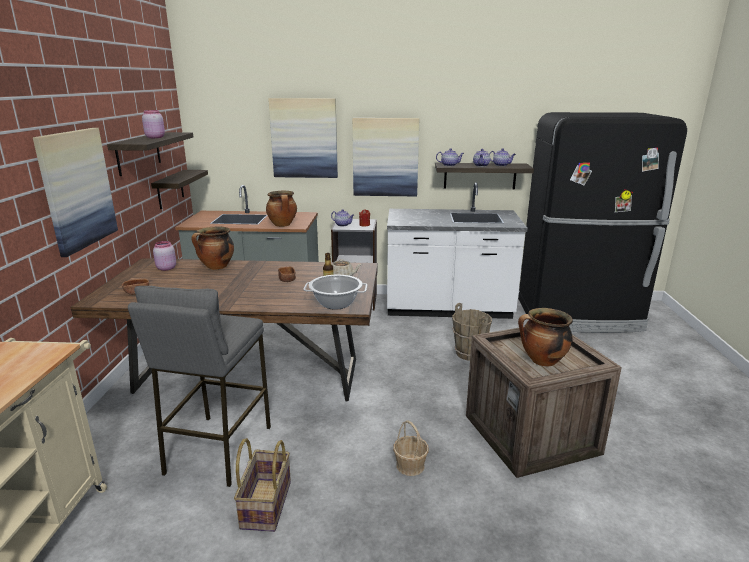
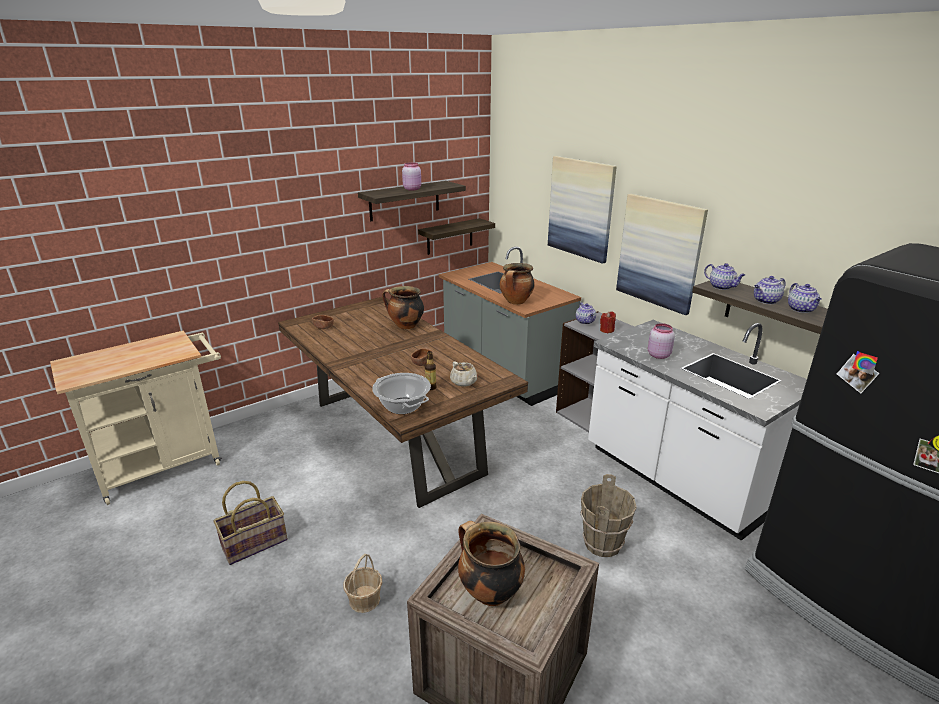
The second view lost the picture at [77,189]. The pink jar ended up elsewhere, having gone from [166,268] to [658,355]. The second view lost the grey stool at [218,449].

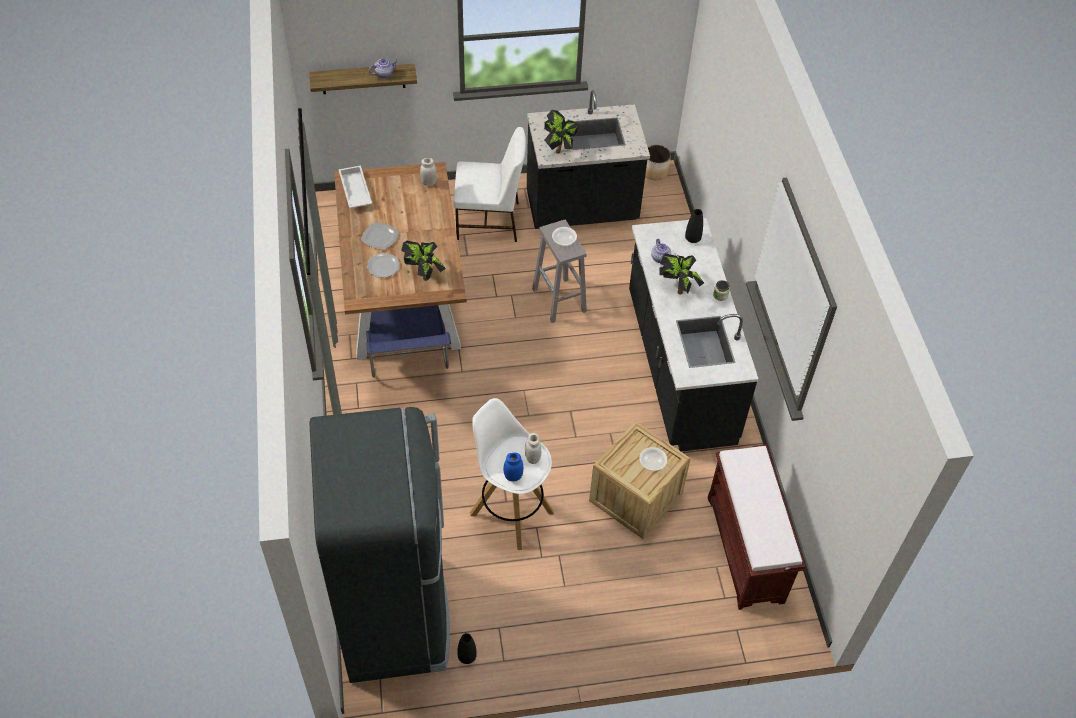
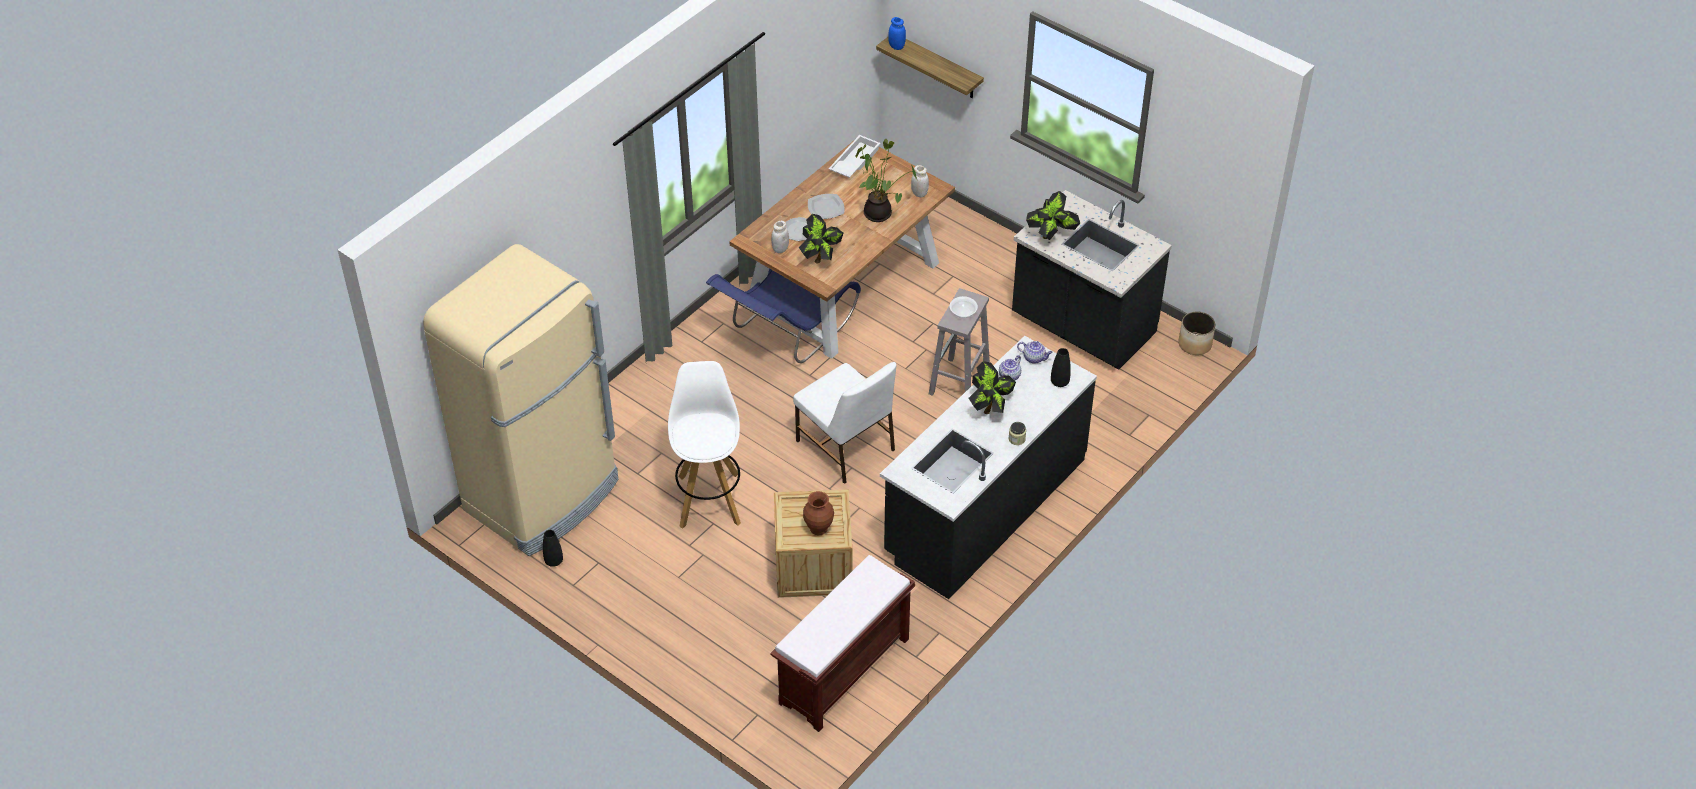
The teapot ended up elsewhere, having gone from [384,74] to [1034,358]. The white chair ended up elsewhere, having gone from [489,221] to [846,447]. What was the black fridge at [395,616] turned into the beige fridge at [543,496]. The white jar ended up elsewhere, having gone from [532,458] to [780,249]. Where the bowl stood at [652,463], the brown vase came to stand at [819,528]. The blue jar ended up elsewhere, having gone from [513,476] to [896,46]. The second view gained the potted plant at [880,213].

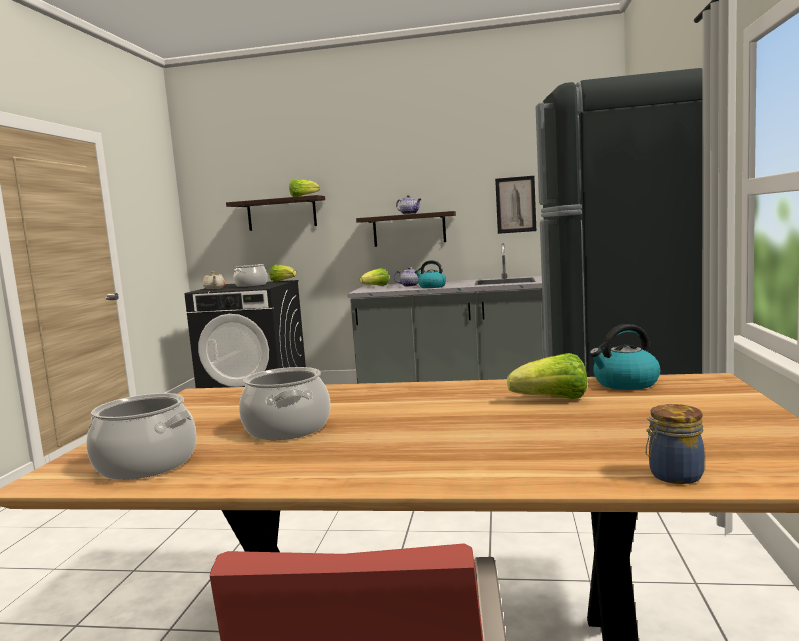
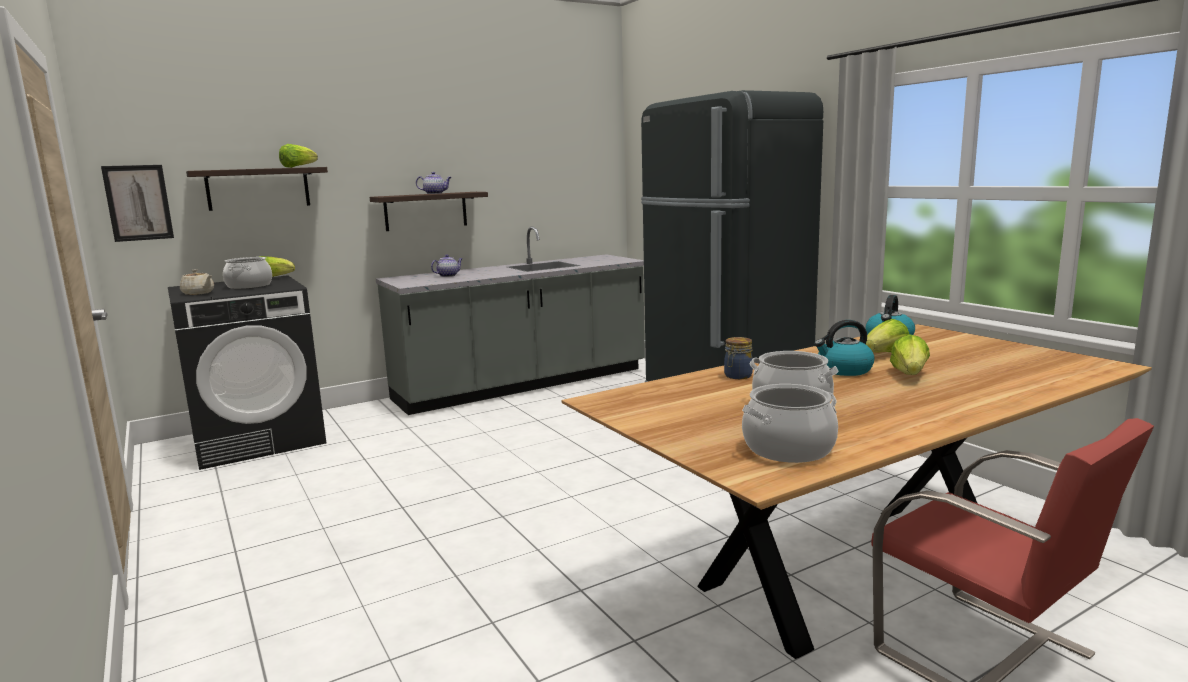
The picture ended up elsewhere, having gone from [515,204] to [138,203]. The kettle ended up elsewhere, having gone from [431,287] to [844,370]. The lettuce ended up elsewhere, having gone from [376,286] to [909,375]. The jar ended up elsewhere, having gone from [673,476] to [737,376].

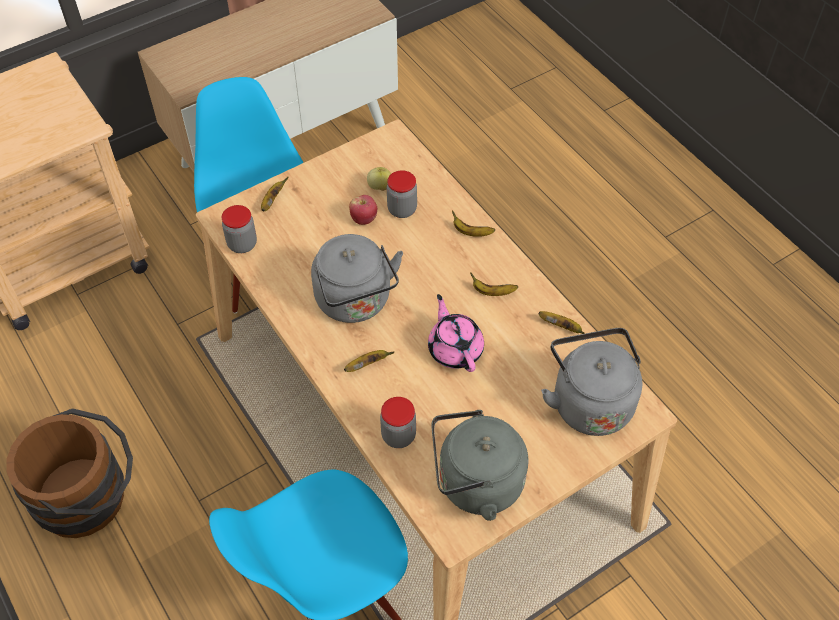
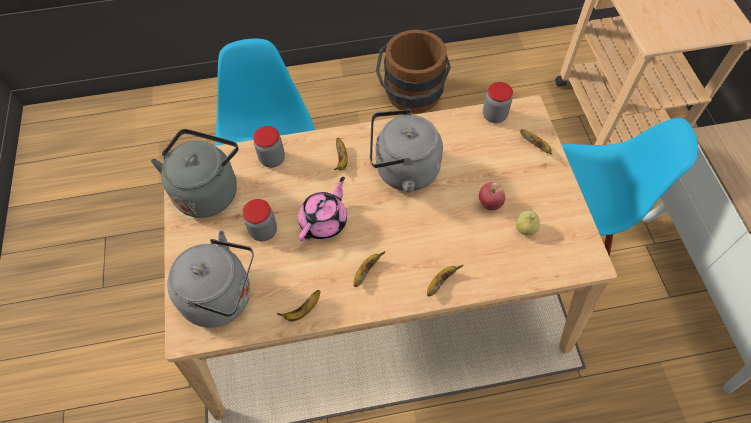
The jar ended up elsewhere, having gone from [402,209] to [263,231]. The pink teapot at [455,348] ended up facing another way, 60 degrees counterclockwise from before.

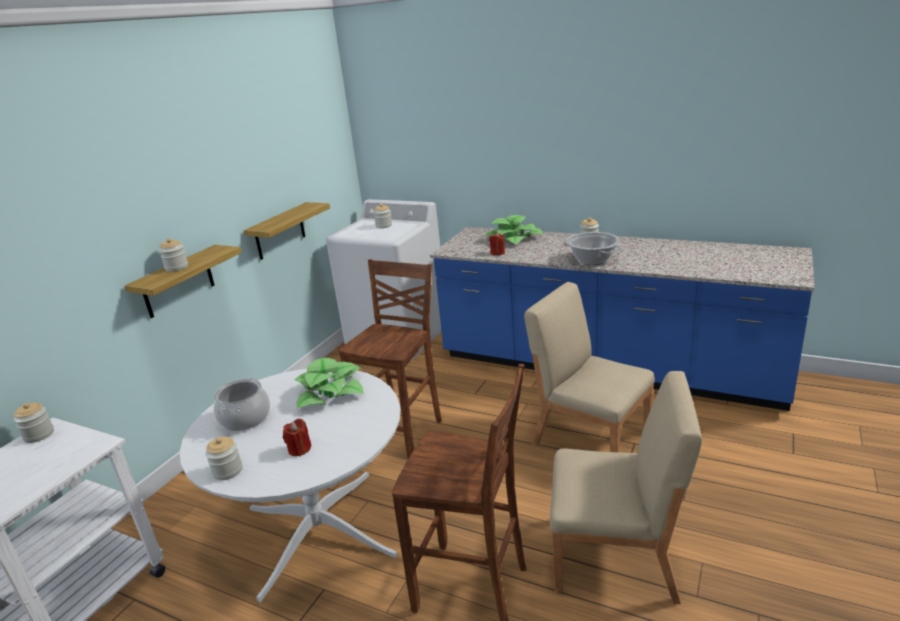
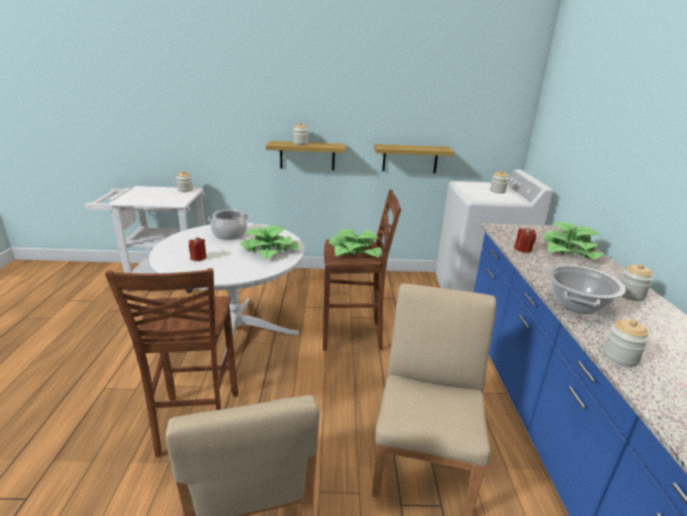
The jar ended up elsewhere, having gone from [227,471] to [620,357]. The second view gained the potted plant at [354,251].

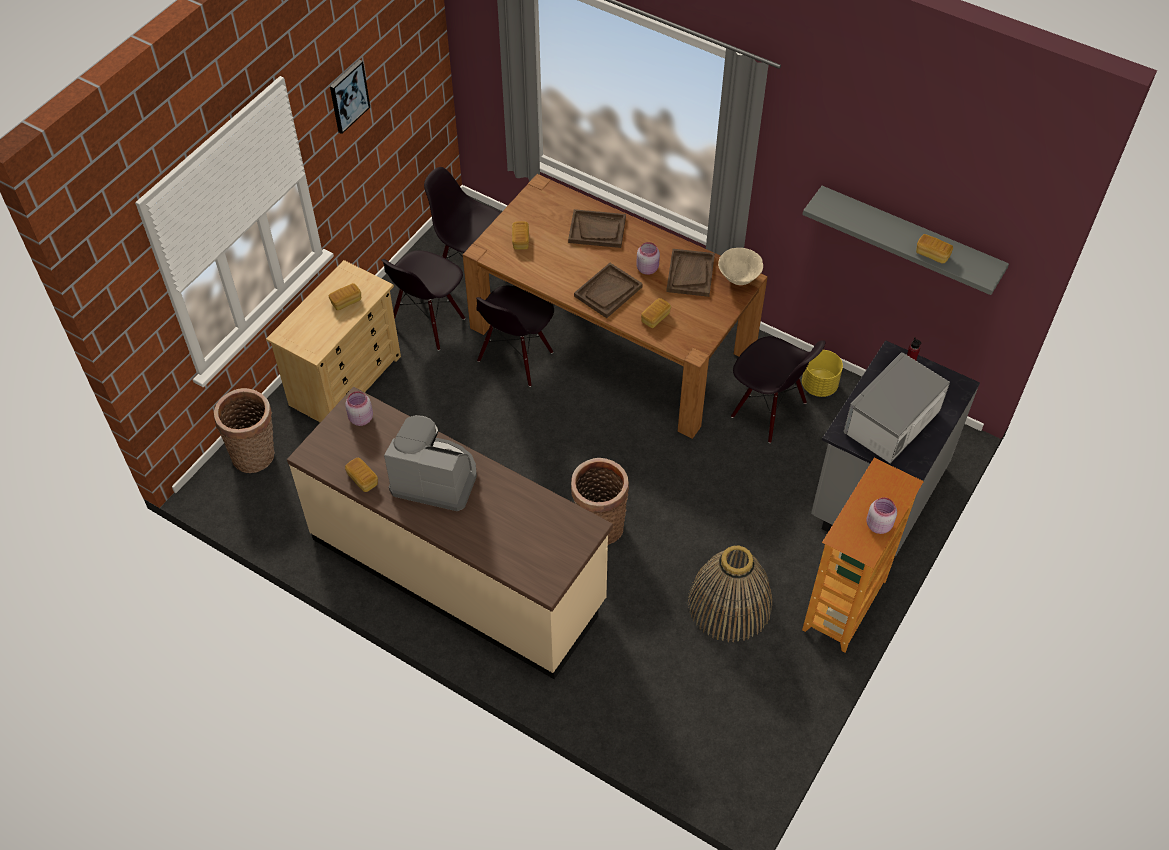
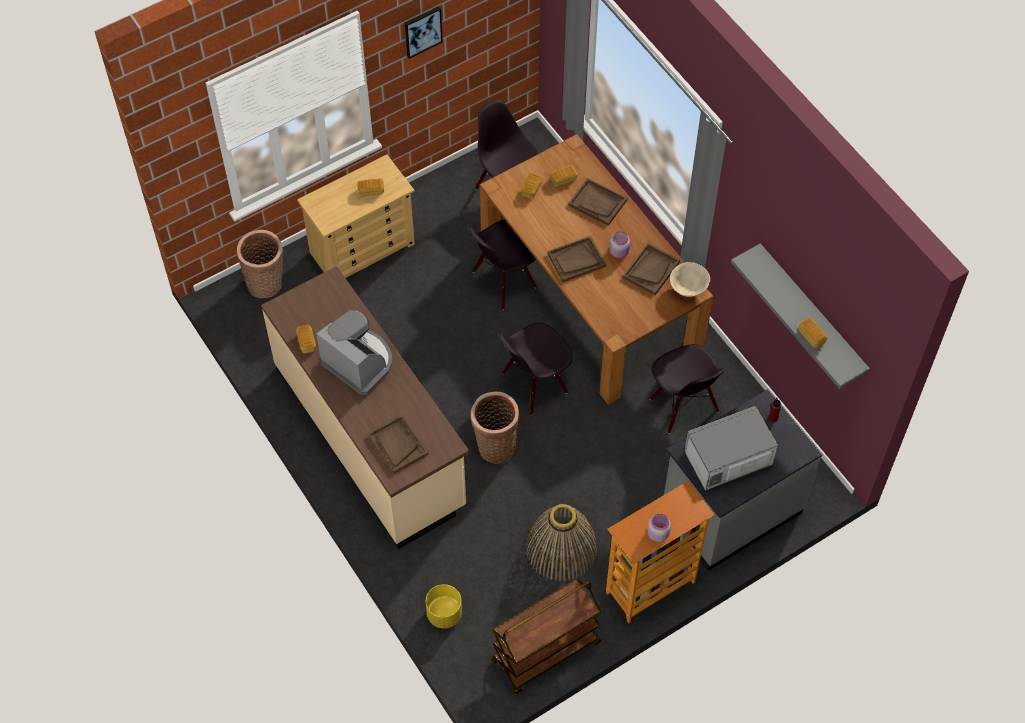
The black chair ended up elsewhere, having gone from [428,322] to [534,384]. The bread ended up elsewhere, having gone from [655,318] to [563,179]. The yellow planter ended up elsewhere, having gone from [819,385] to [444,614]. The second view lost the pink jar at [360,418]. The second view gained the brown tray at [397,445]. The second view gained the brown cart at [546,653].

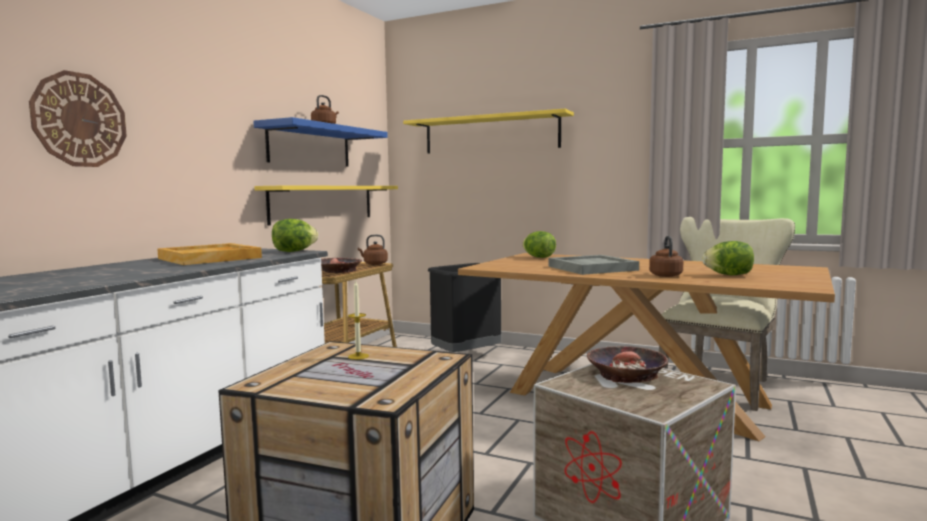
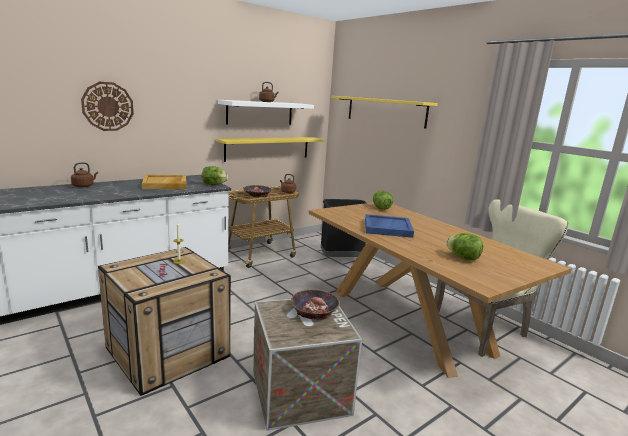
What was the blue shelf at [310,146] turned into the white shelf at [260,113]. The brown kettle ended up elsewhere, having gone from [665,275] to [84,186]. What was the grey tray at [591,268] turned into the blue tray at [387,228].

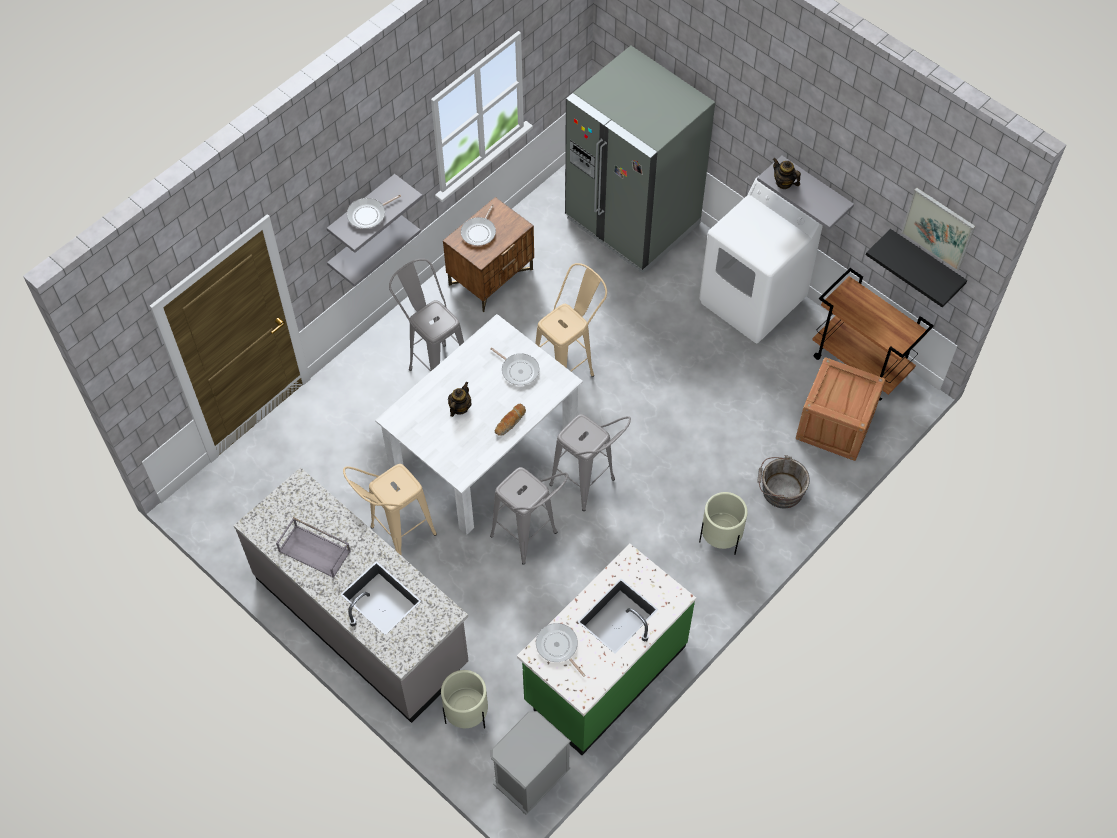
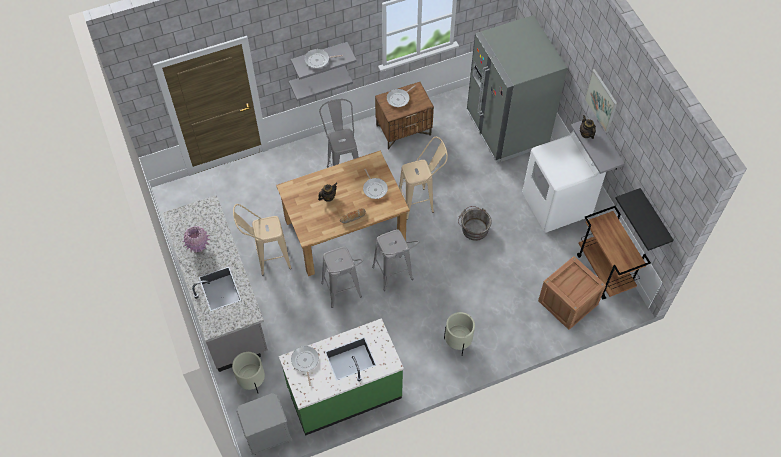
The picture ended up elsewhere, having gone from [938,228] to [601,100]. What was the white dining table at [483,451] turned into the brown dining table at [344,231]. The grey bucket ended up elsewhere, having gone from [779,490] to [473,228]. Where the grey tray stood at [315,551], the pink vase came to stand at [198,246].

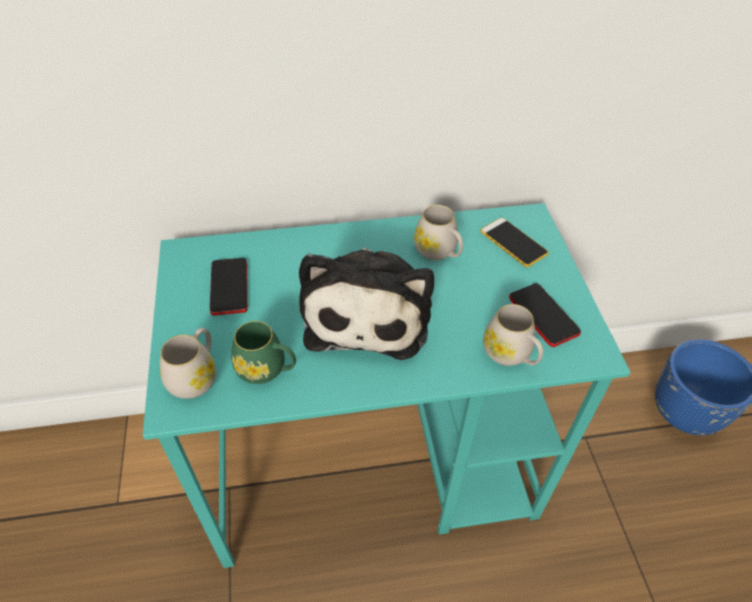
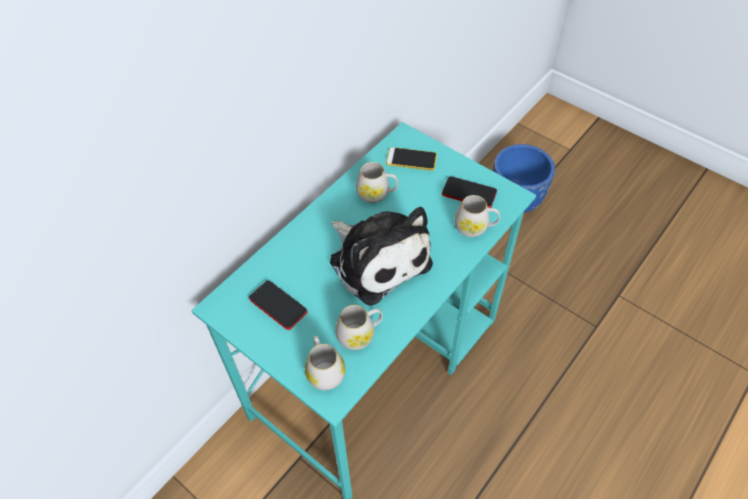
What was the green mug at [267,369] turned into the white mug at [360,334].

